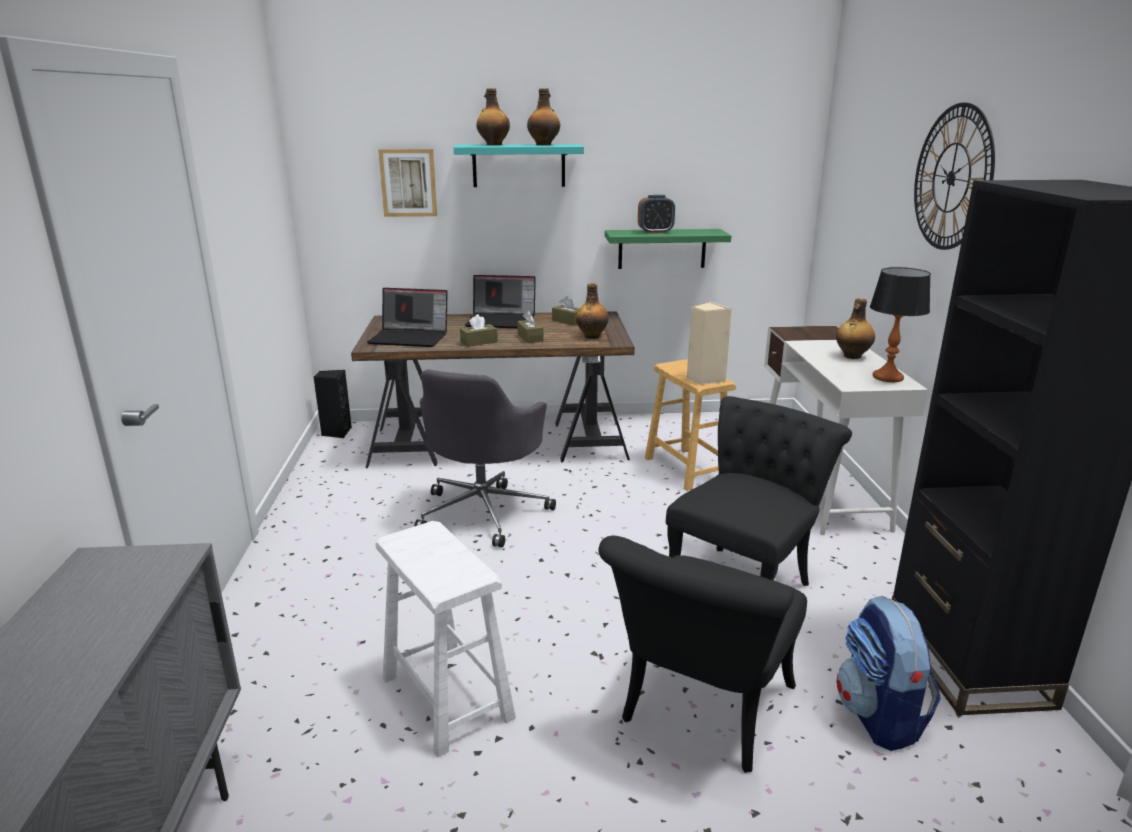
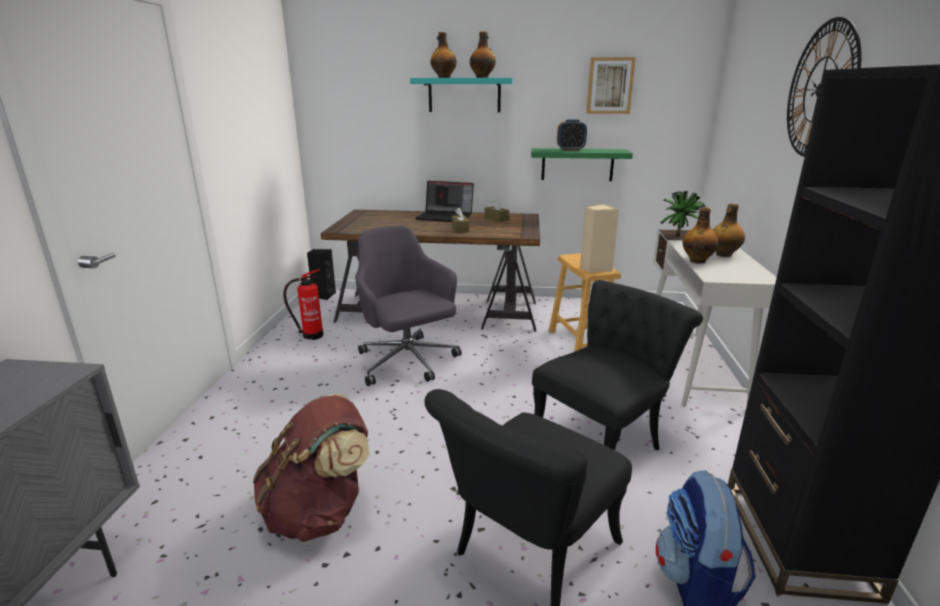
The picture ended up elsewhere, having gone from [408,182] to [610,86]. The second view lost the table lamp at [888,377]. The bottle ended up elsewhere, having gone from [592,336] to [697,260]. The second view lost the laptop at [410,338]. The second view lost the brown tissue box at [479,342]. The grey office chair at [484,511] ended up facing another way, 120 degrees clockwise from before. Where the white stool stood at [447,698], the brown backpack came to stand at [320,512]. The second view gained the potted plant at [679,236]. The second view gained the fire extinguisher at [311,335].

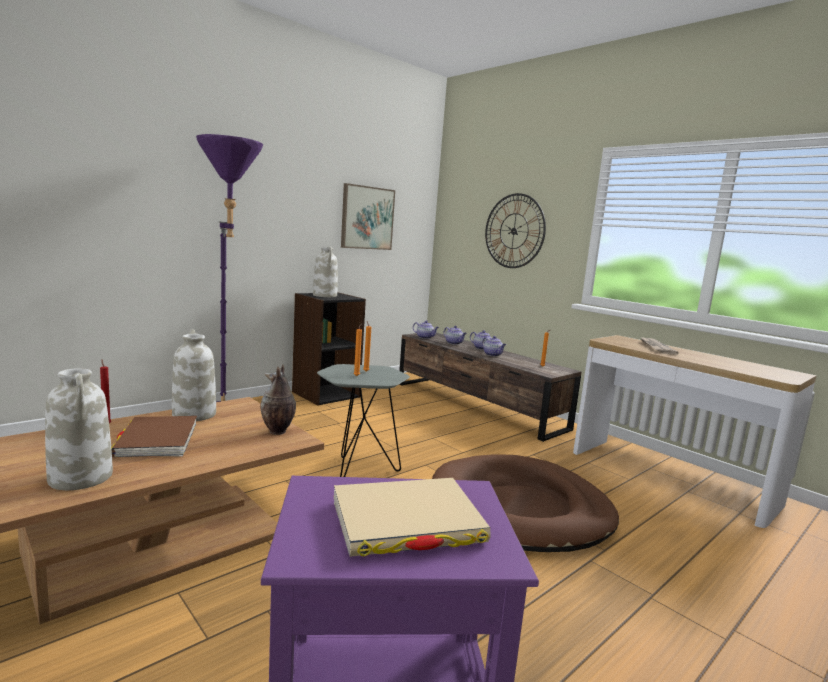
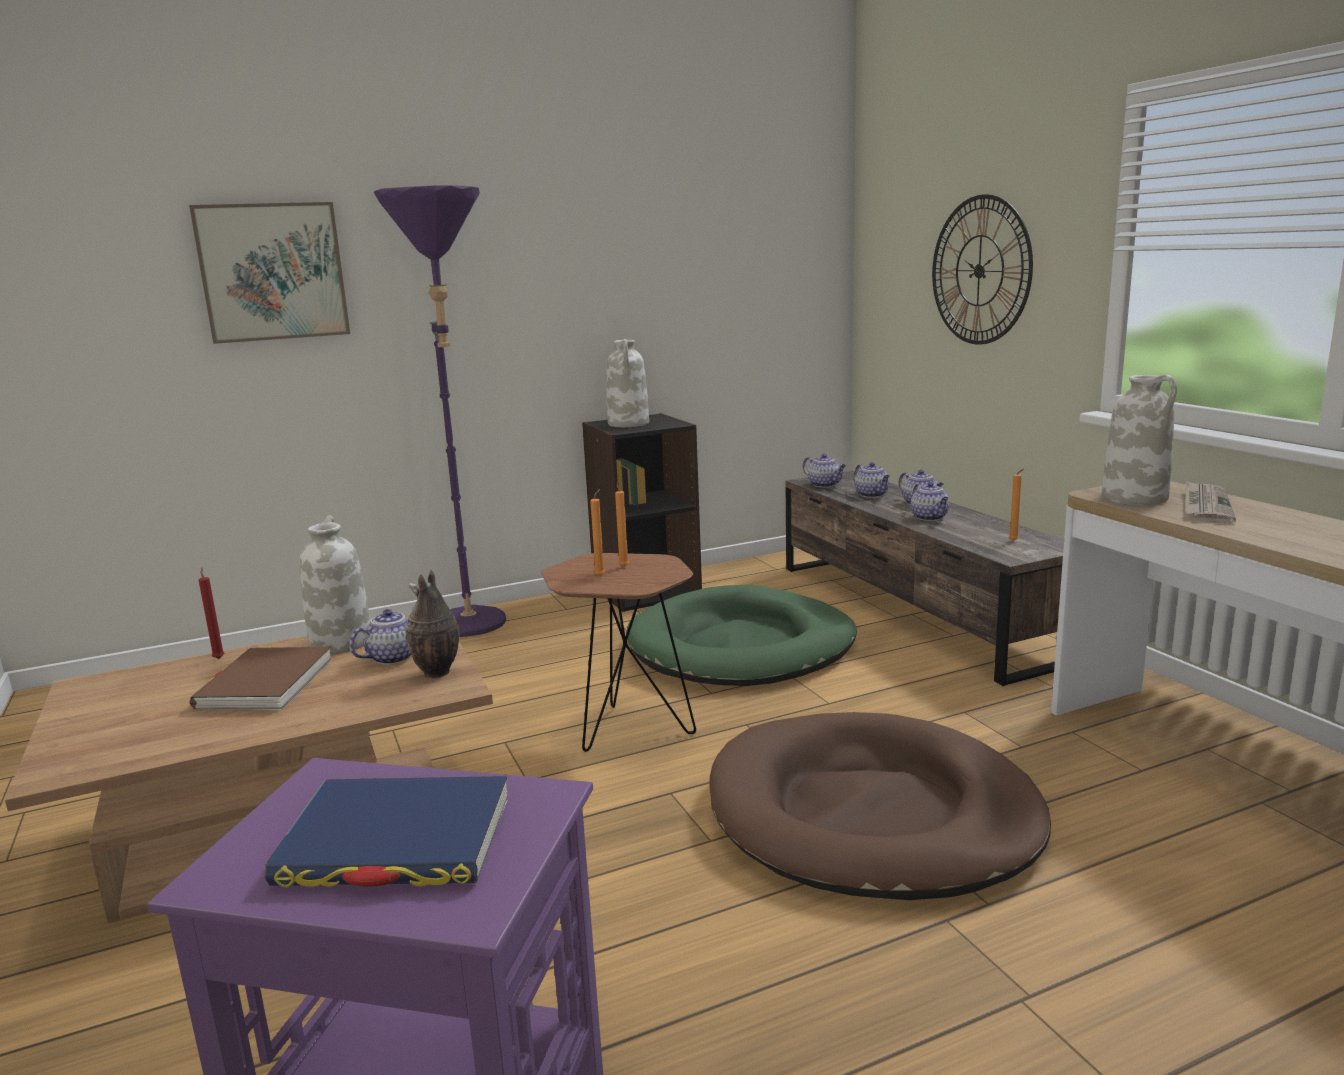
The picture ended up elsewhere, having gone from [367,218] to [272,272]. What was the grey side table at [358,470] turned into the brown side table at [626,729]. The white vase ended up elsewhere, having gone from [81,478] to [1136,498]. What was the beige book at [407,522] turned into the blue book at [396,842]. The second view gained the green dog bed at [742,646]. The second view gained the teapot at [393,657].

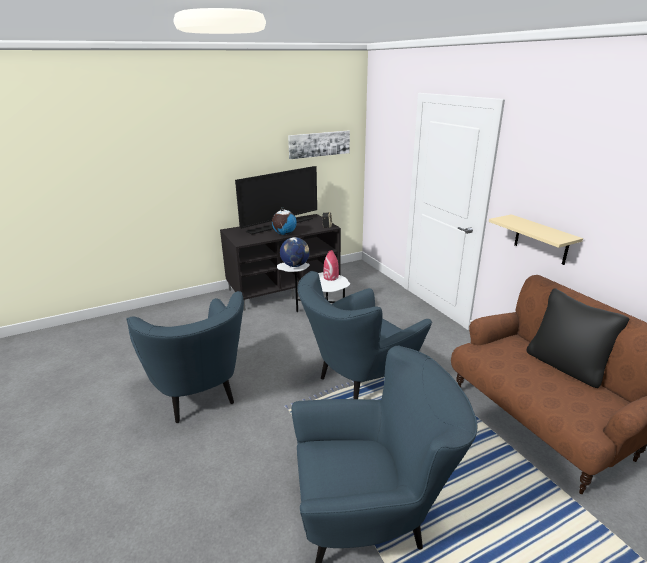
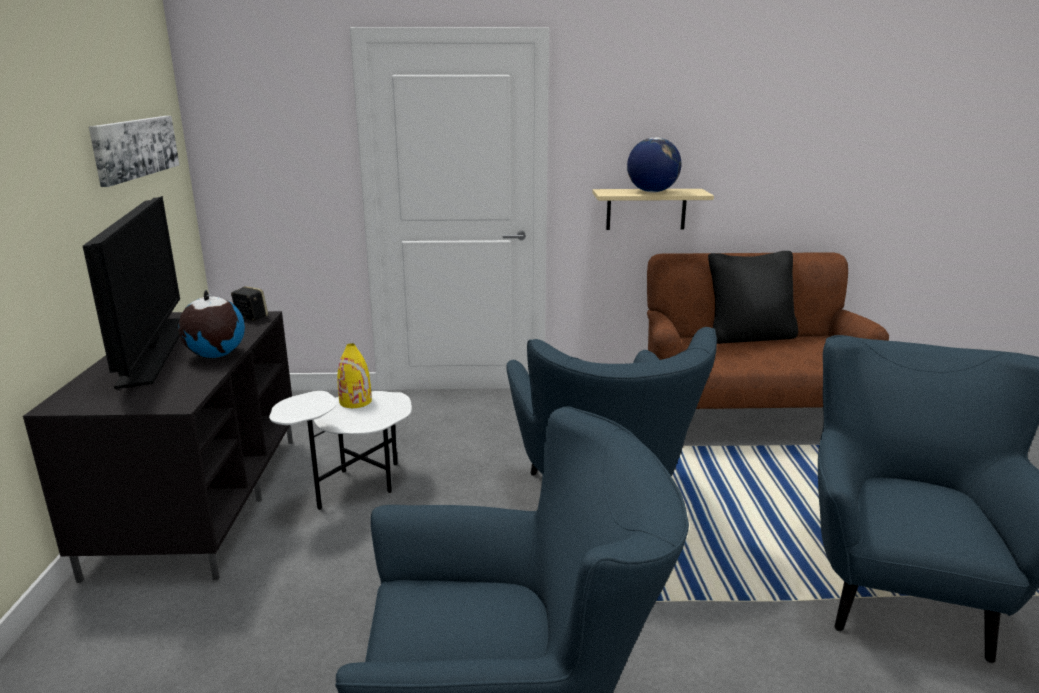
The globe ended up elsewhere, having gone from [295,265] to [652,192]. What was the red vase at [331,277] turned into the yellow vase at [356,401].

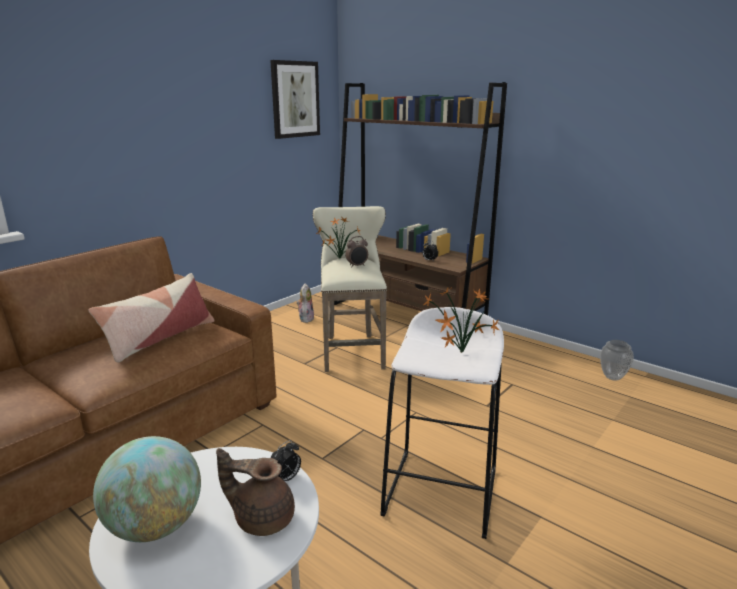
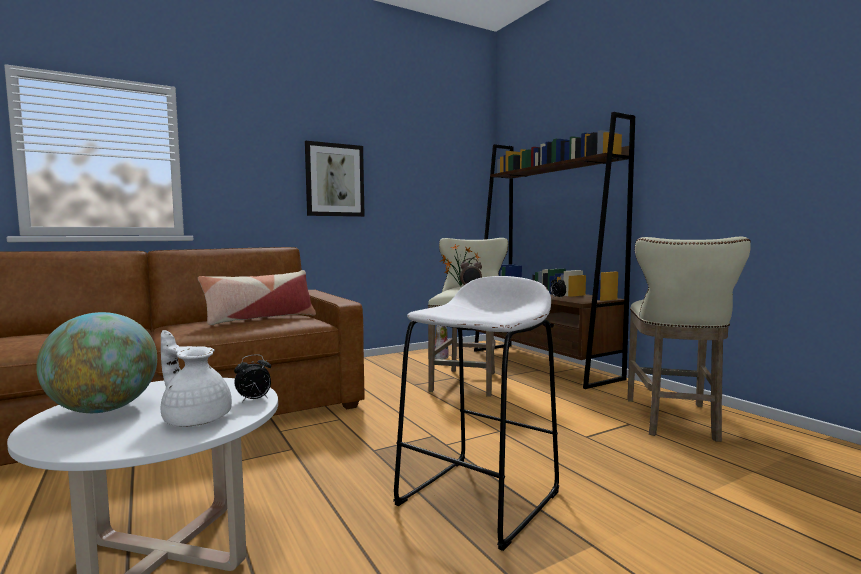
The picture ended up elsewhere, having gone from [295,99] to [334,180]. The second view lost the potted plant at [460,353]. The second view lost the vase at [612,377]. What was the brown teapot at [262,518] turned into the white teapot at [196,418]. The second view gained the beige stool at [673,421].

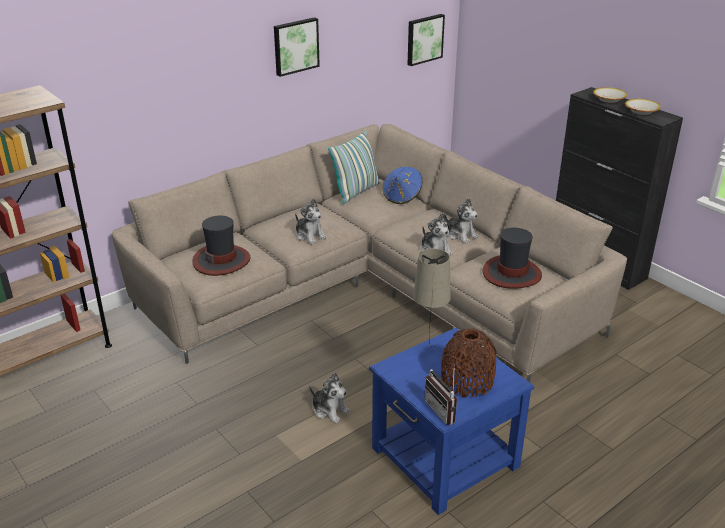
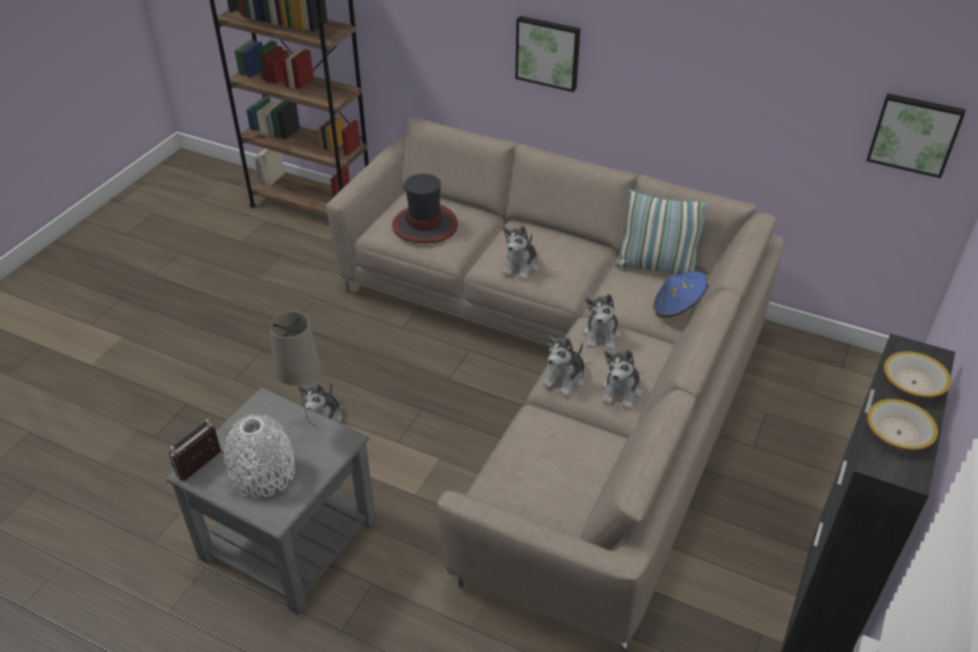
The picture ended up elsewhere, having gone from [295,46] to [548,52]. The second view lost the hat at [511,274]. What was the blue side table at [444,457] turned into the grey side table at [288,538]. What was the brown vase at [467,381] turned into the white vase at [263,473]. The second view gained the plush toy at [601,335].

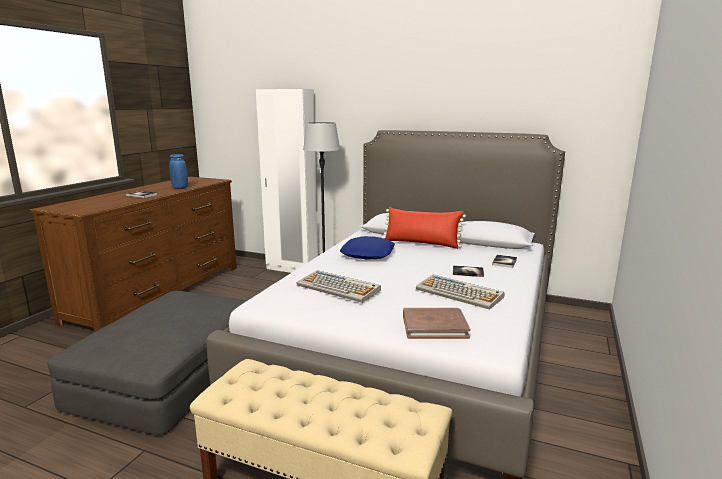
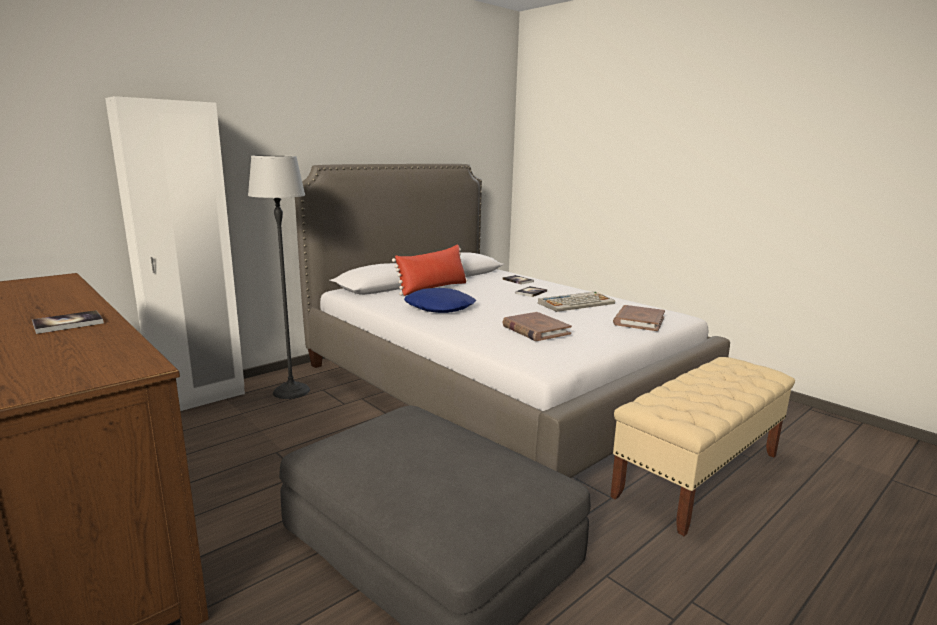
The second view lost the blue vase at [180,188]. Where the keyboard stood at [339,288], the brown book came to stand at [535,330].

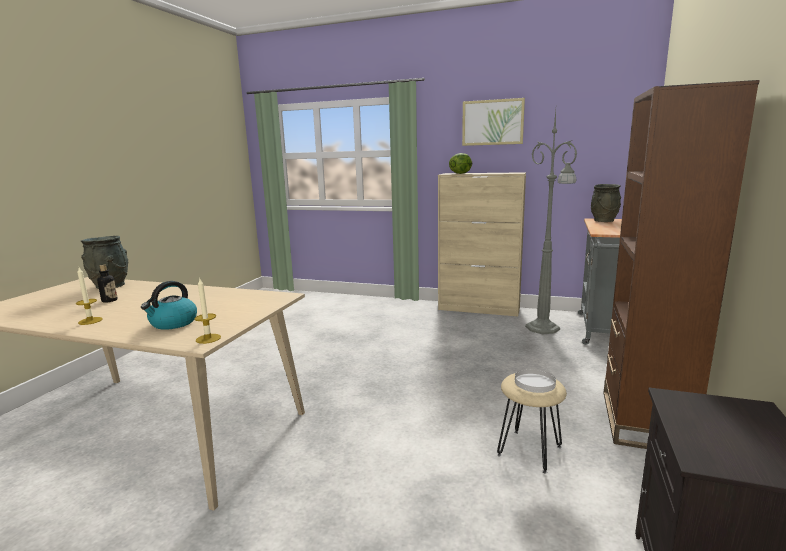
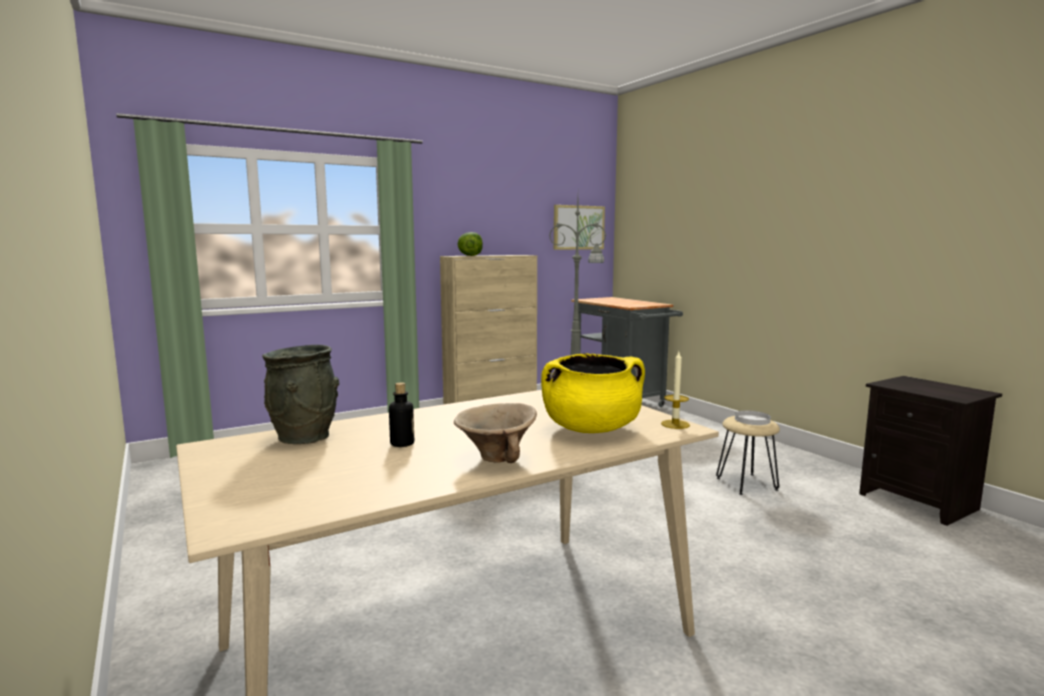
The second view lost the brown bookcase at [644,421]. The picture ended up elsewhere, having gone from [492,122] to [578,227]. The second view lost the grey vase at [603,221]. Where the candle stood at [90,321], the beige bowl came to stand at [494,458]. Where the kettle stood at [173,323], the yellow cooking pot came to stand at [591,429].

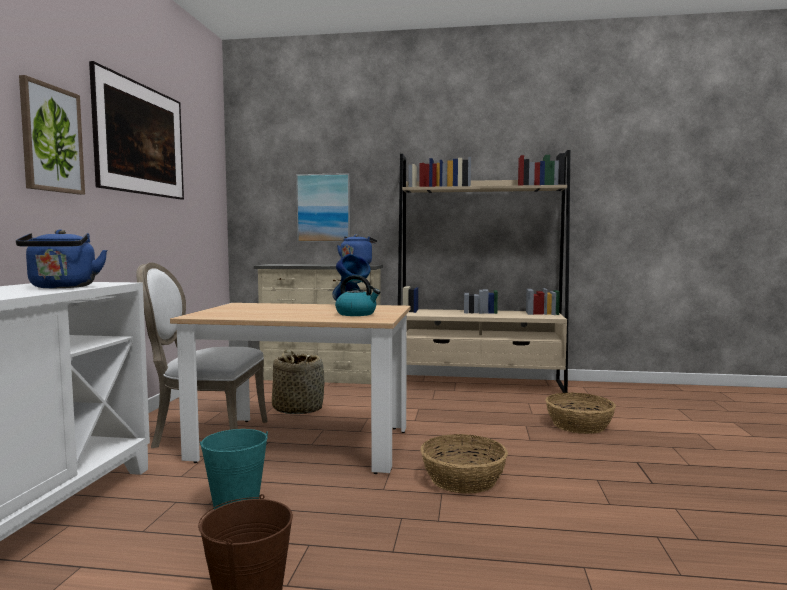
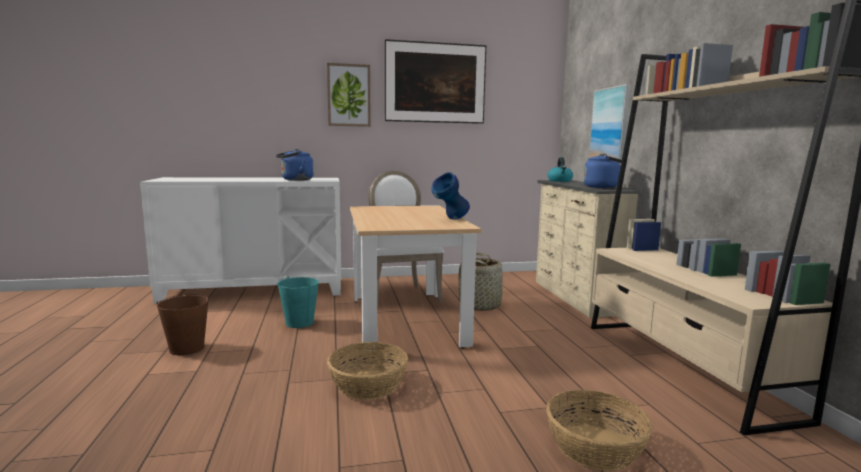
The kettle ended up elsewhere, having gone from [357,314] to [560,181].

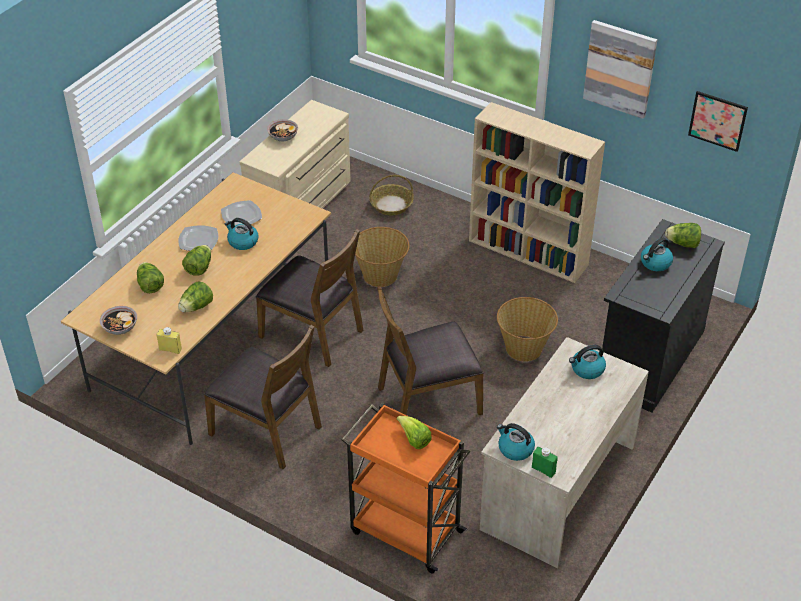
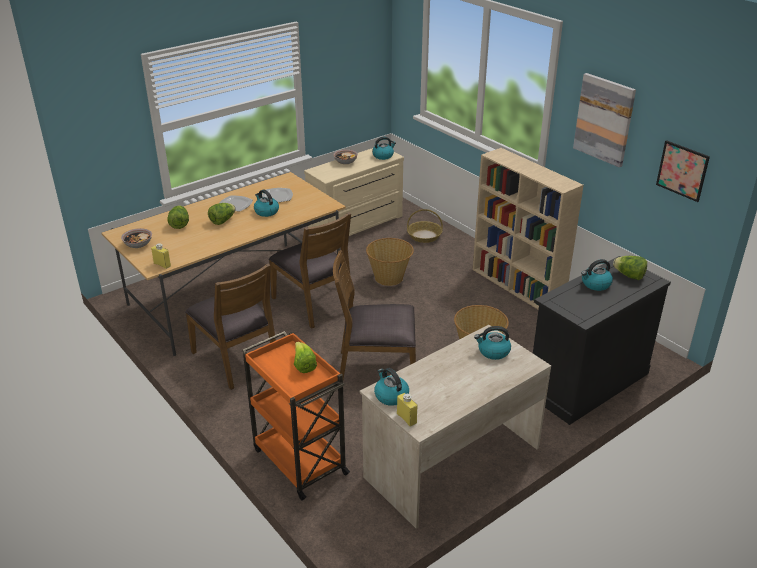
The second view lost the lettuce at [196,307]. What was the green bottle at [543,470] turned into the yellow bottle at [406,418]. The second view gained the kettle at [383,156].

